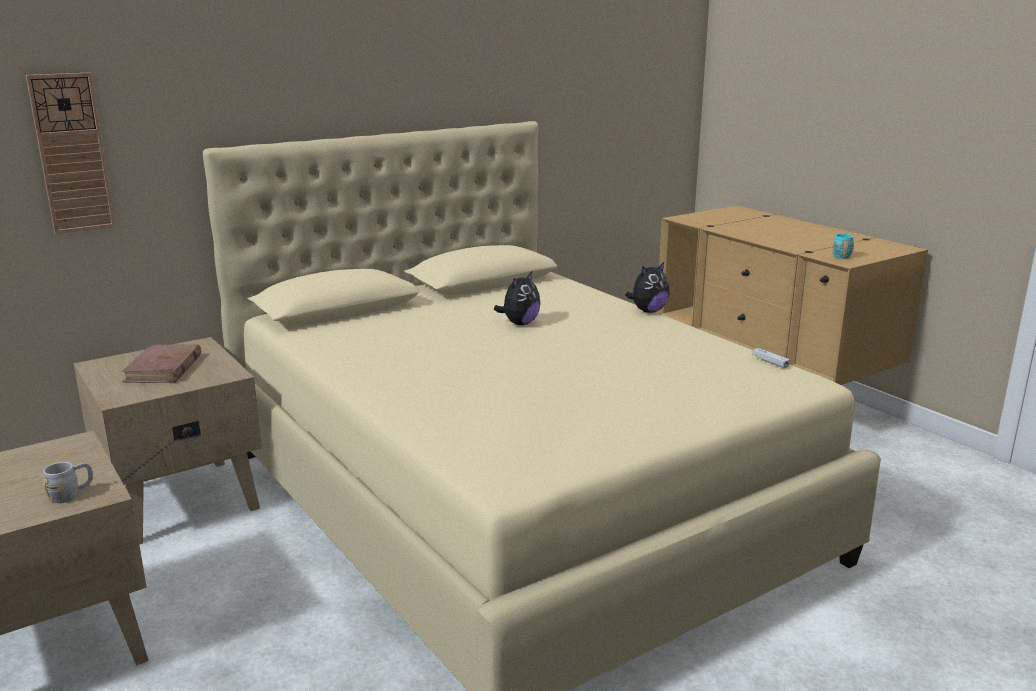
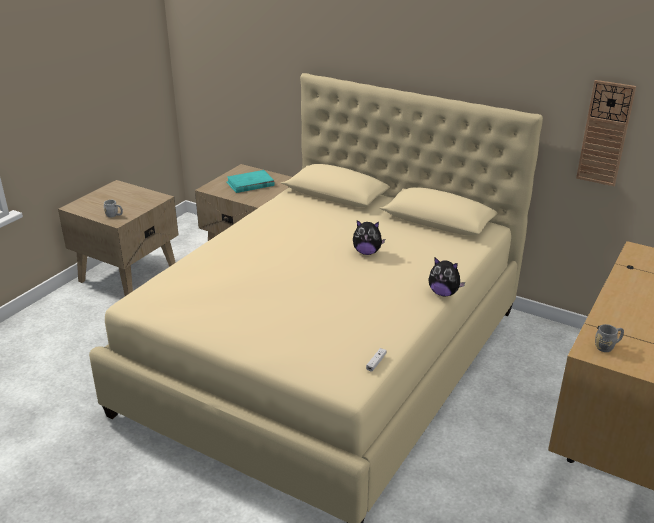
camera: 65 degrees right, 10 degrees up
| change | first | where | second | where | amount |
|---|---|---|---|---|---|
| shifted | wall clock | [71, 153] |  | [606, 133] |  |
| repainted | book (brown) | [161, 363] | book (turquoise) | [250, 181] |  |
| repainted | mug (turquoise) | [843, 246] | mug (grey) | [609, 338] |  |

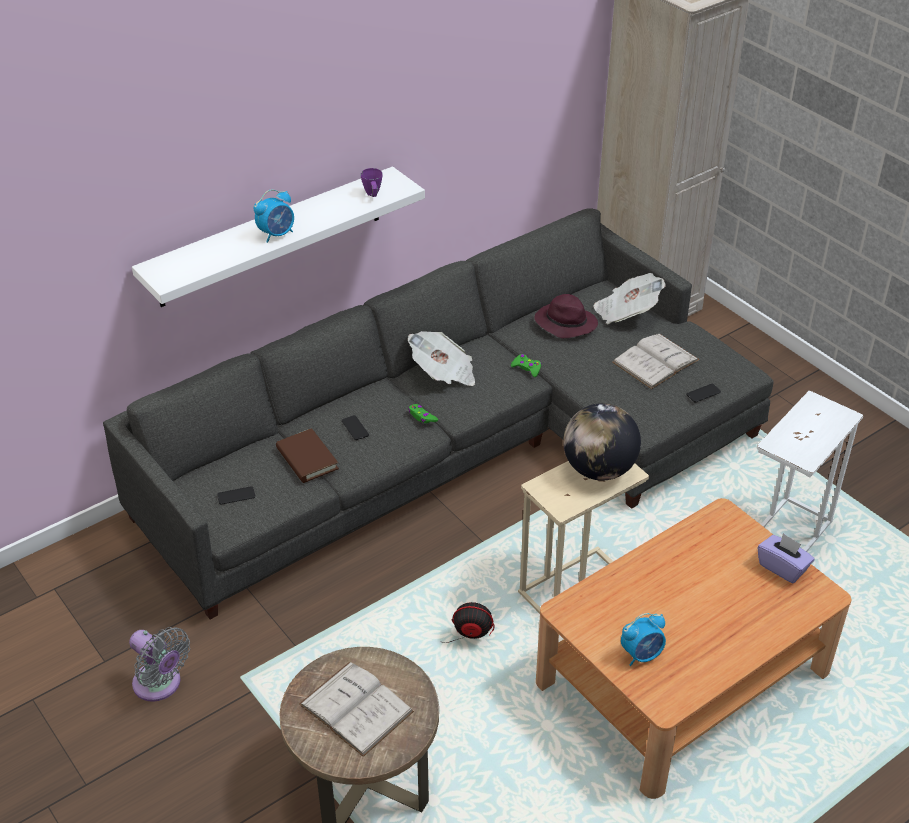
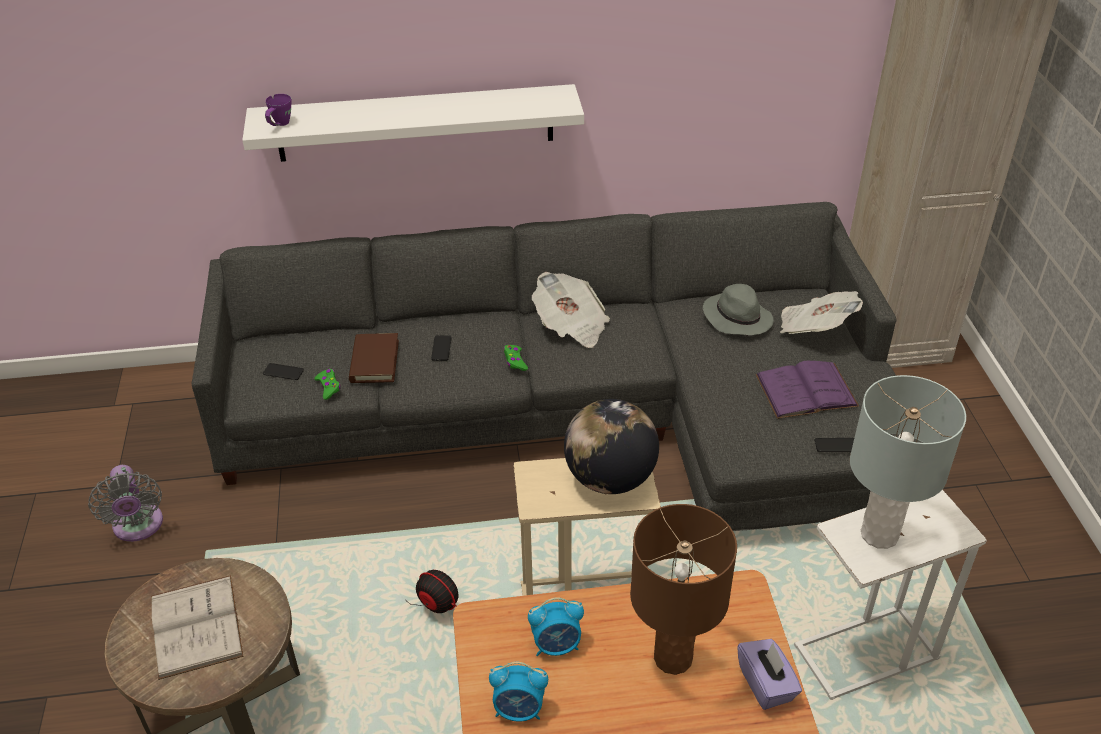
camera: 30 degrees right, 0 degrees up
| change | first | where | second | where | amount |
|---|---|---|---|---|---|
| new |  |  | table lamp (brown) | [683, 589] |  |
| new |  |  | table lamp (grey) | [908, 462] |  |
| shifted | alarm clock | [274, 216] |  | [556, 626] |  |
| shifted | mug (purple) | [371, 182] |  | [278, 110] |  |
| shifted | game controller (green) | [526, 365] |  | [327, 384] |  |
| repainted | hat (purple) | [566, 316] | hat (grey) | [738, 309] |  |
| repainted | book (white) | [656, 361] | book (purple) | [807, 390] |  |

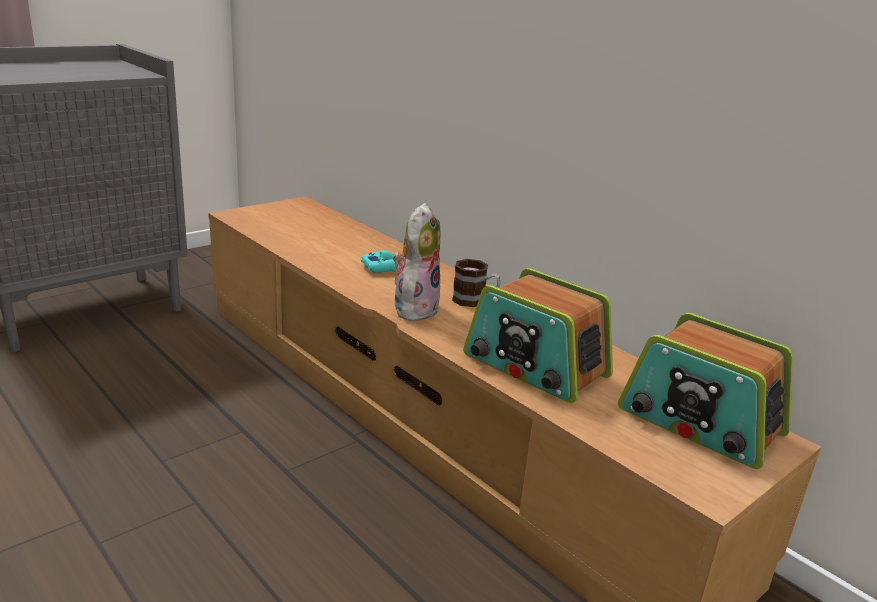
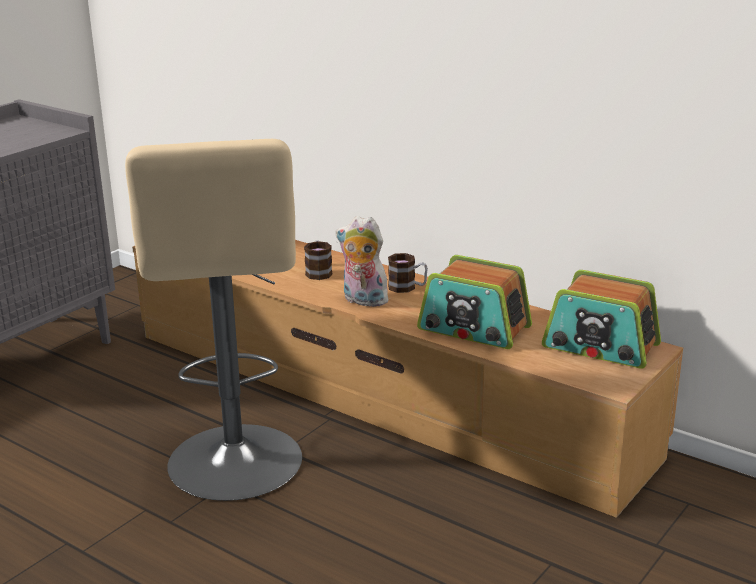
camera: 10 degrees left, 0 degrees up
| change | first | where | second | where | amount |
|---|---|---|---|---|---|
| new |  |  | stool (beige) | [213, 320] |  |
| swapped | game controller (turquoise) | [380, 261] | mug | [318, 260] |  |
| rotated | plush toy | [417, 262] |  | [364, 261] | 75 degrees counterclockwise |

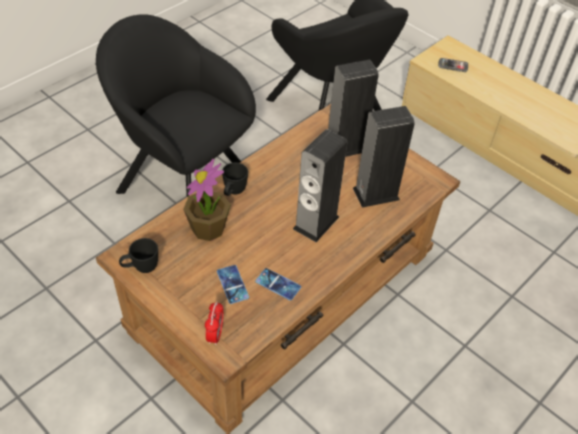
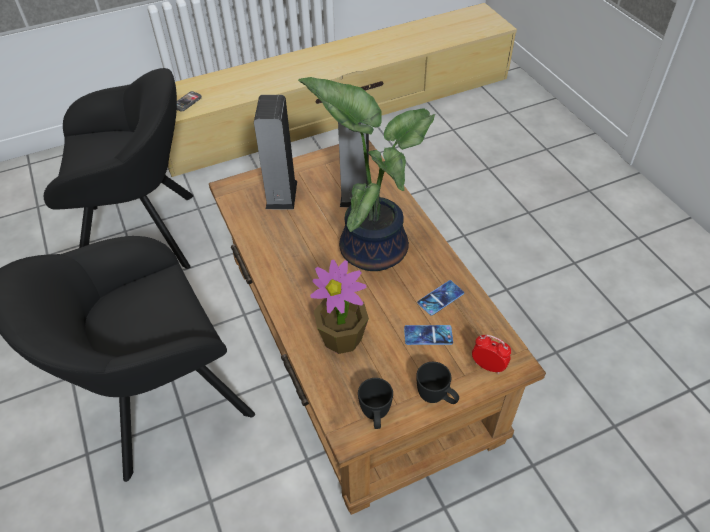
camera: 65 degrees left, 0 degrees up
| change | first | where | second | where | amount |
|---|---|---|---|---|---|
| shifted | mug (black) | [235, 179] |  | [437, 383] |  |
| swapped | speaker | [320, 185] | potted plant | [366, 174] |  |

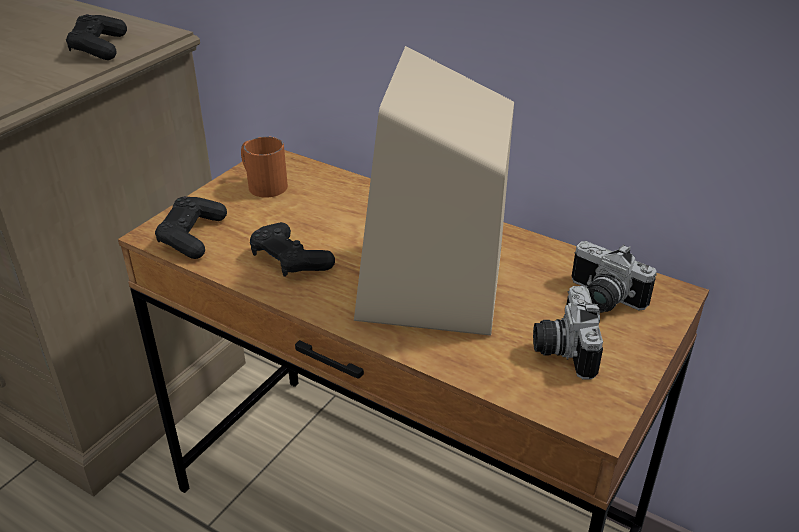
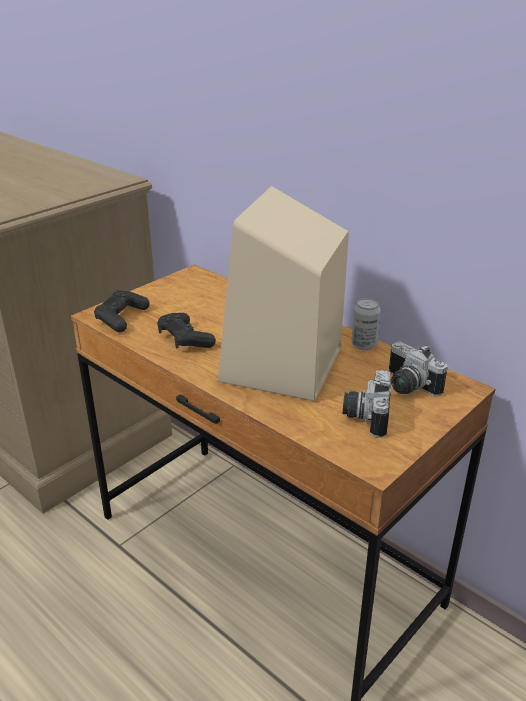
camera: 10 degrees right, 5 degrees down
| change | first | where | second | where | amount |
|---|---|---|---|---|---|
| gone | game controller (black) | [96, 37] |  |  |  |
| gone | mug (orange) | [264, 167] |  |  |  |
| new |  |  | can | [366, 324] |  |

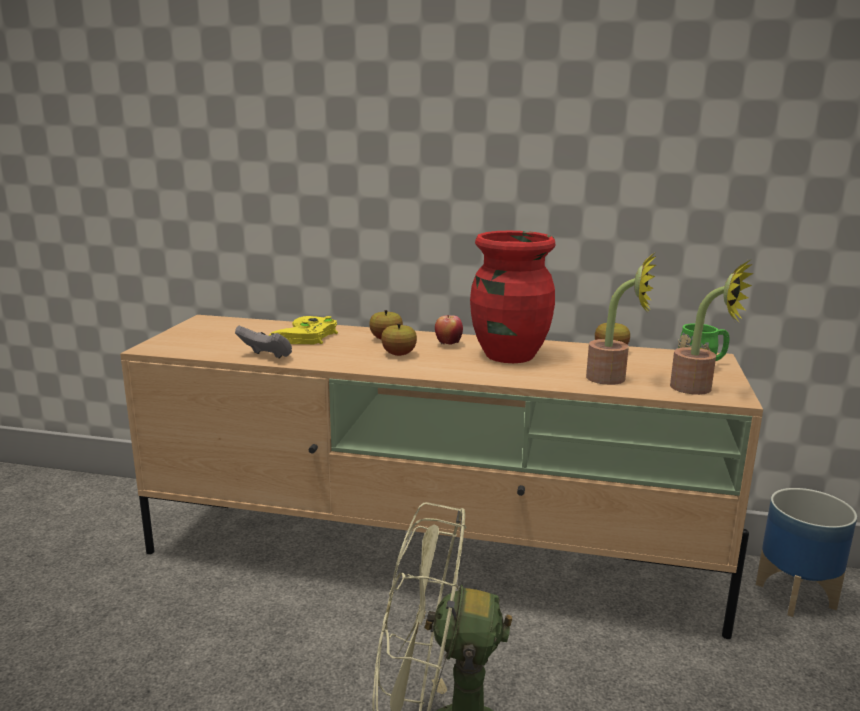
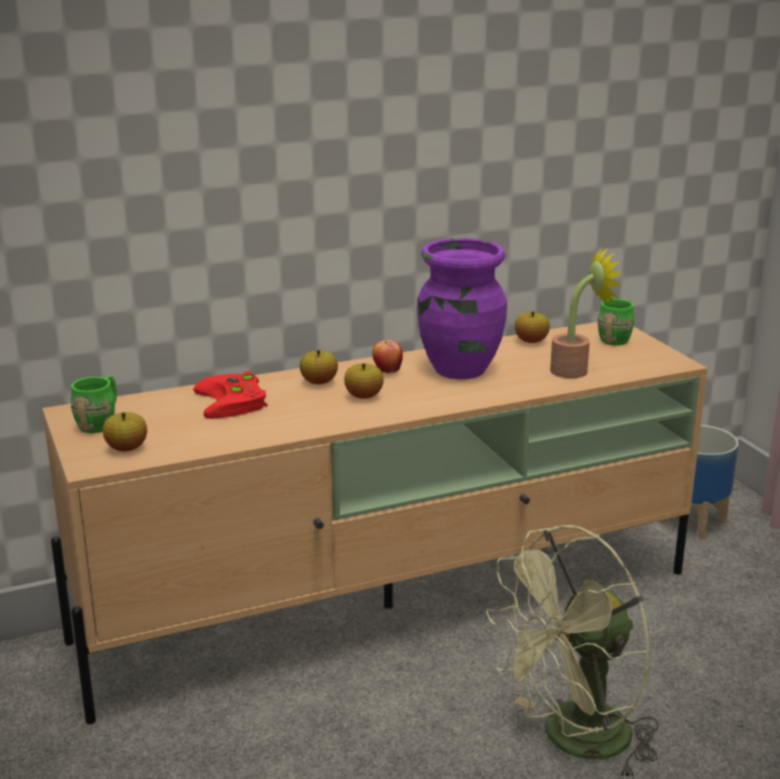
camera: 35 degrees left, 5 degrees up
| change | first | where | second | where | amount |
|---|---|---|---|---|---|
| gone | game controller (grey) | [263, 342] |  |  |  |
| gone | potted plant | [712, 327] |  |  |  |
| new |  |  | mug (green) | [93, 404] |  |
| new |  |  | apple | [125, 431] |  |
| repainted | game controller (yellow) | [303, 330] | game controller (red) | [230, 395] |  |
| repainted | vase (red) | [512, 297] | vase (purple) | [462, 308] |  |

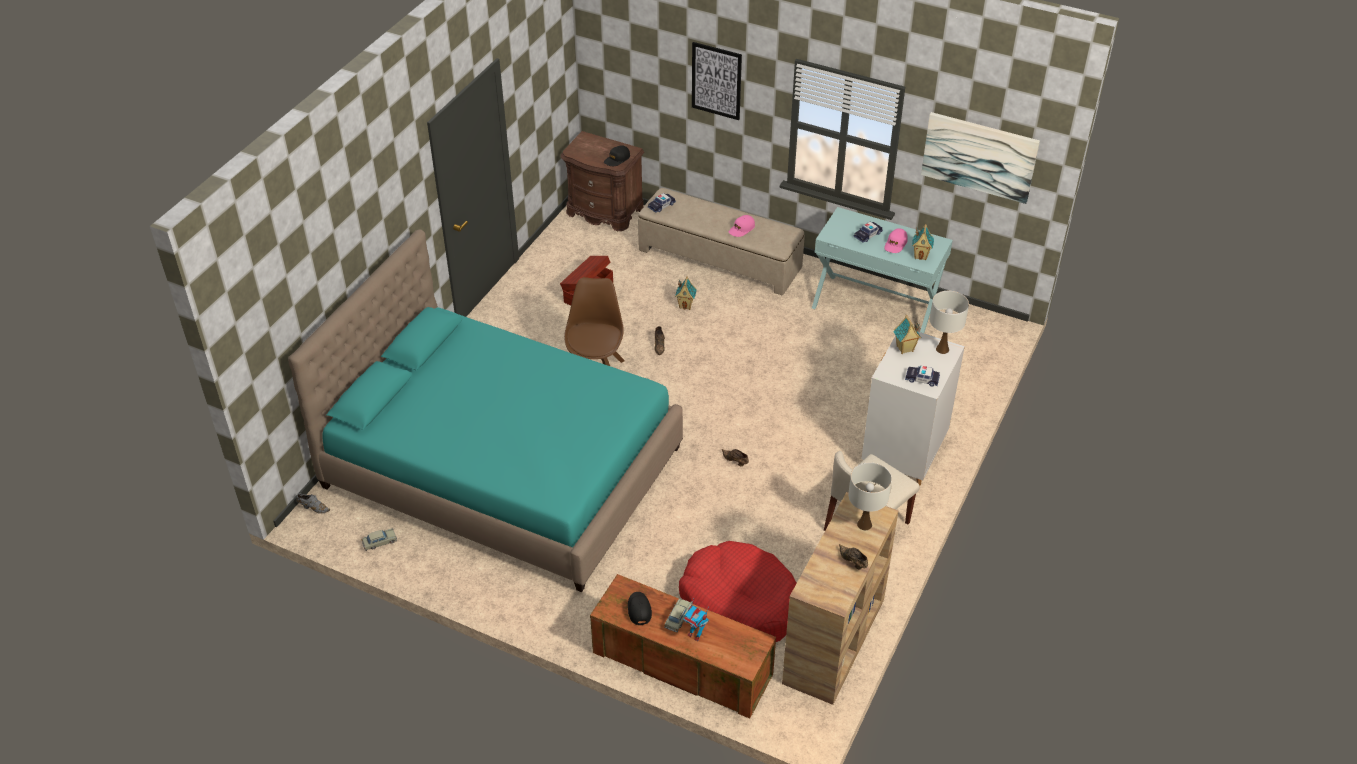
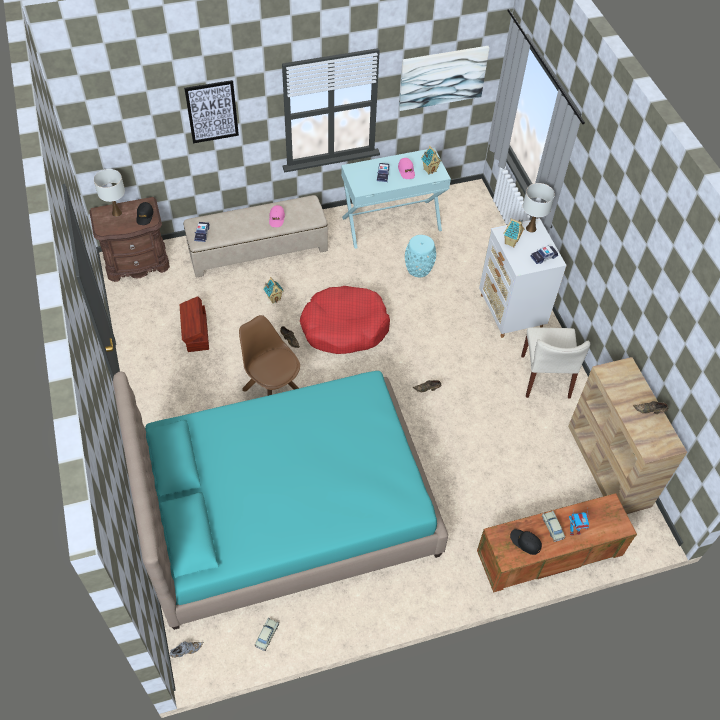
camera: 45 degrees left, 10 degrees up
| change | first | where | second | where | amount |
|---|---|---|---|---|---|
| new |  |  | stool (turquoise) | [420, 256] |  |
| shifted | dog bed (red) | [738, 591] |  | [345, 320] |  |
| shifted | table lamp (white) | [870, 496] |  | [109, 193] |  |

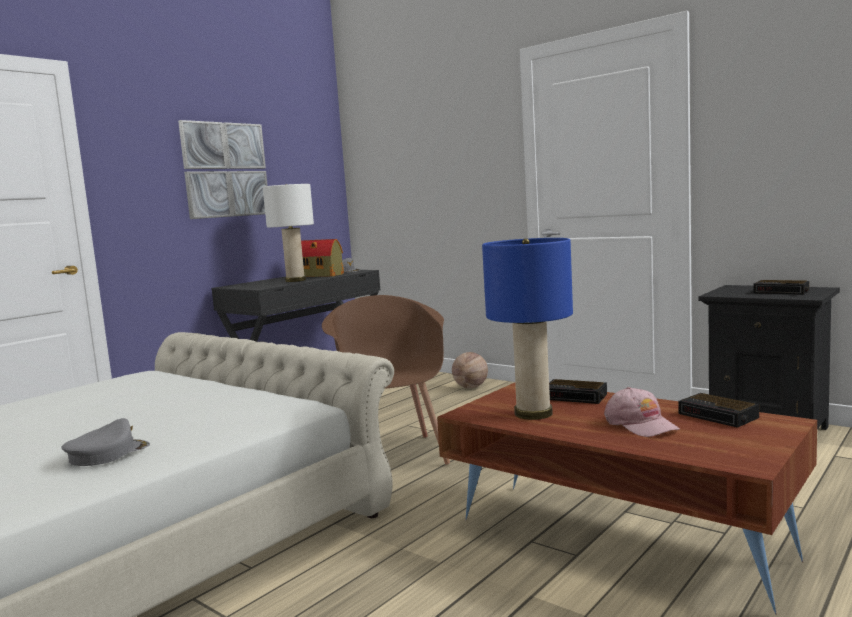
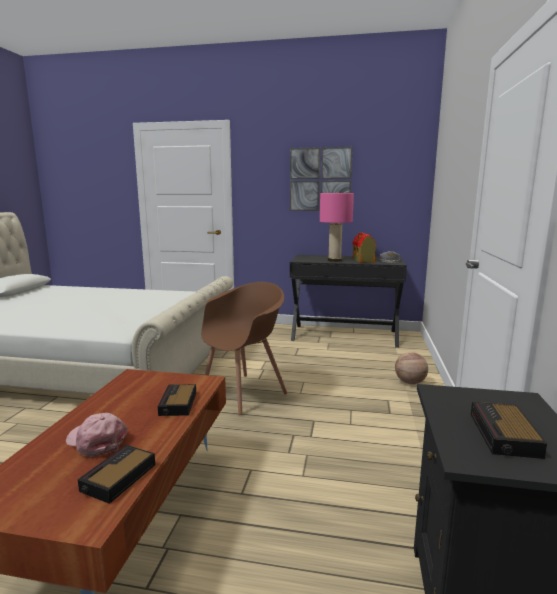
camera: 60 degrees right, 5 degrees up
| change | first | where | second | where | amount |
|---|---|---|---|---|---|
| gone | cap (grey) | [105, 442] |  |  |  |
| gone | table lamp (blue) | [527, 329] |  |  |  |
| repainted | table lamp (white) | [288, 233] | table lamp (pink) | [337, 227] |  |
| rotated | cap (pink) | [642, 412] |  | [97, 435] | 90 degrees clockwise |

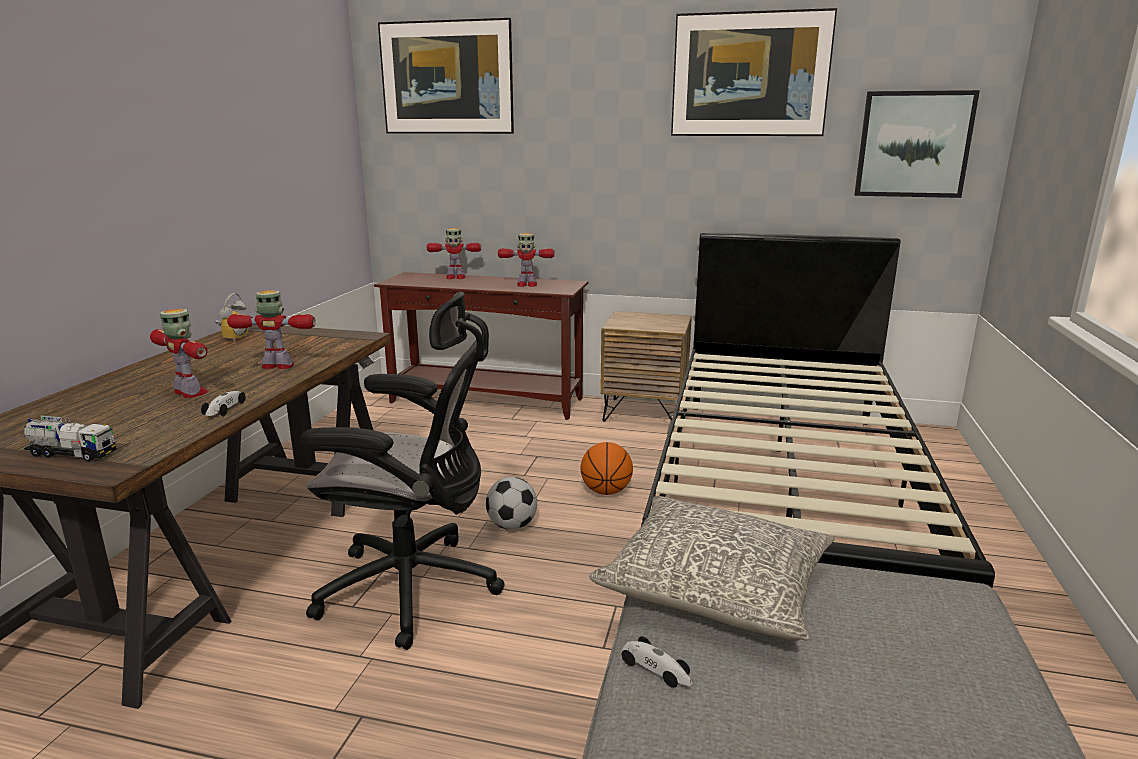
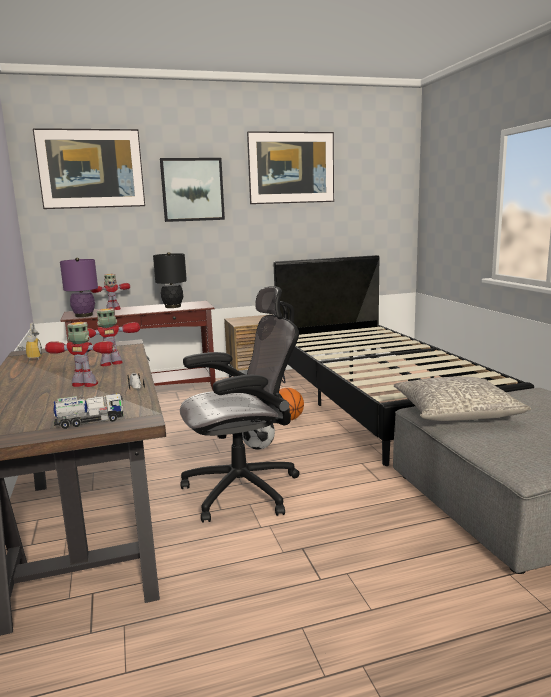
camera: 30 degrees left, 5 degrees down
| change | first | where | second | where | amount |
|---|---|---|---|---|---|
| gone | toy car | [657, 662] |  |  |  |
| new |  |  | table lamp (purple) | [79, 287] |  |
| shifted | picture | [917, 144] |  | [192, 190] |  |
| swapped | toy robot | [526, 260] | table lamp (black) | [170, 280] |  |

